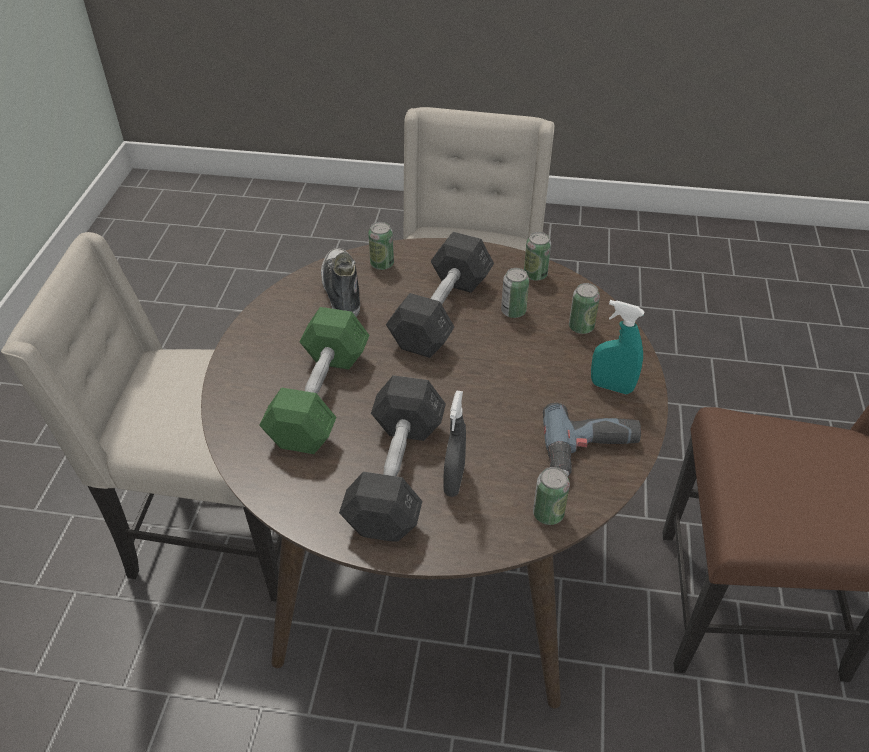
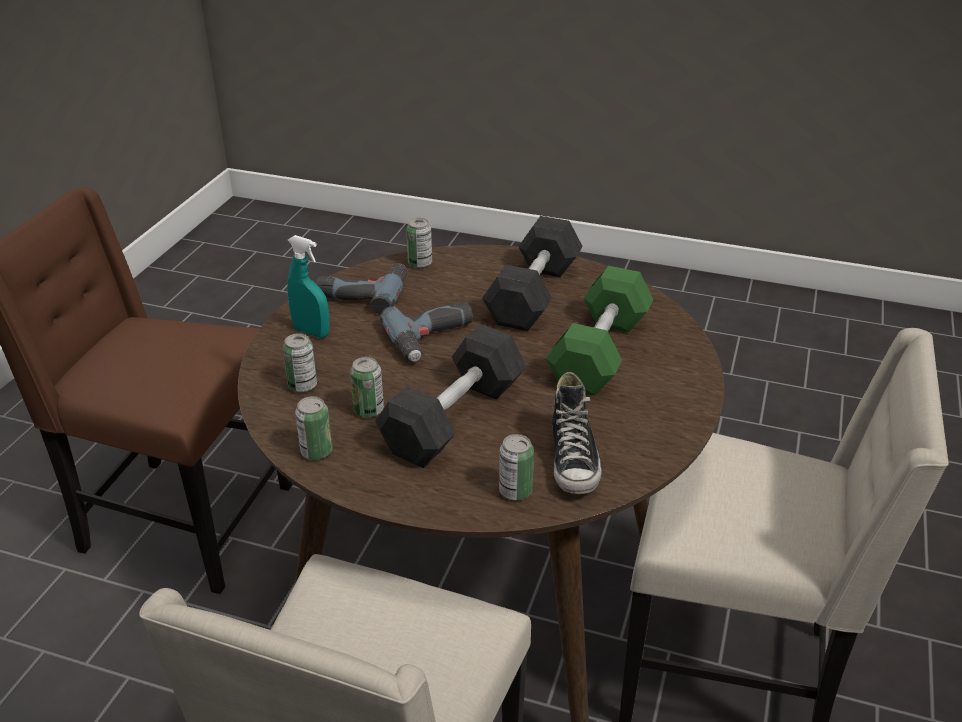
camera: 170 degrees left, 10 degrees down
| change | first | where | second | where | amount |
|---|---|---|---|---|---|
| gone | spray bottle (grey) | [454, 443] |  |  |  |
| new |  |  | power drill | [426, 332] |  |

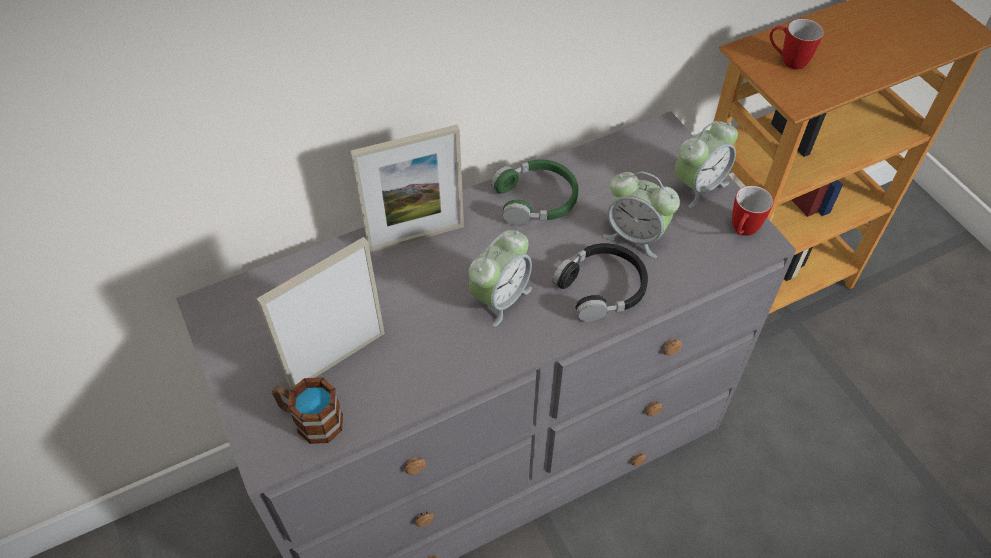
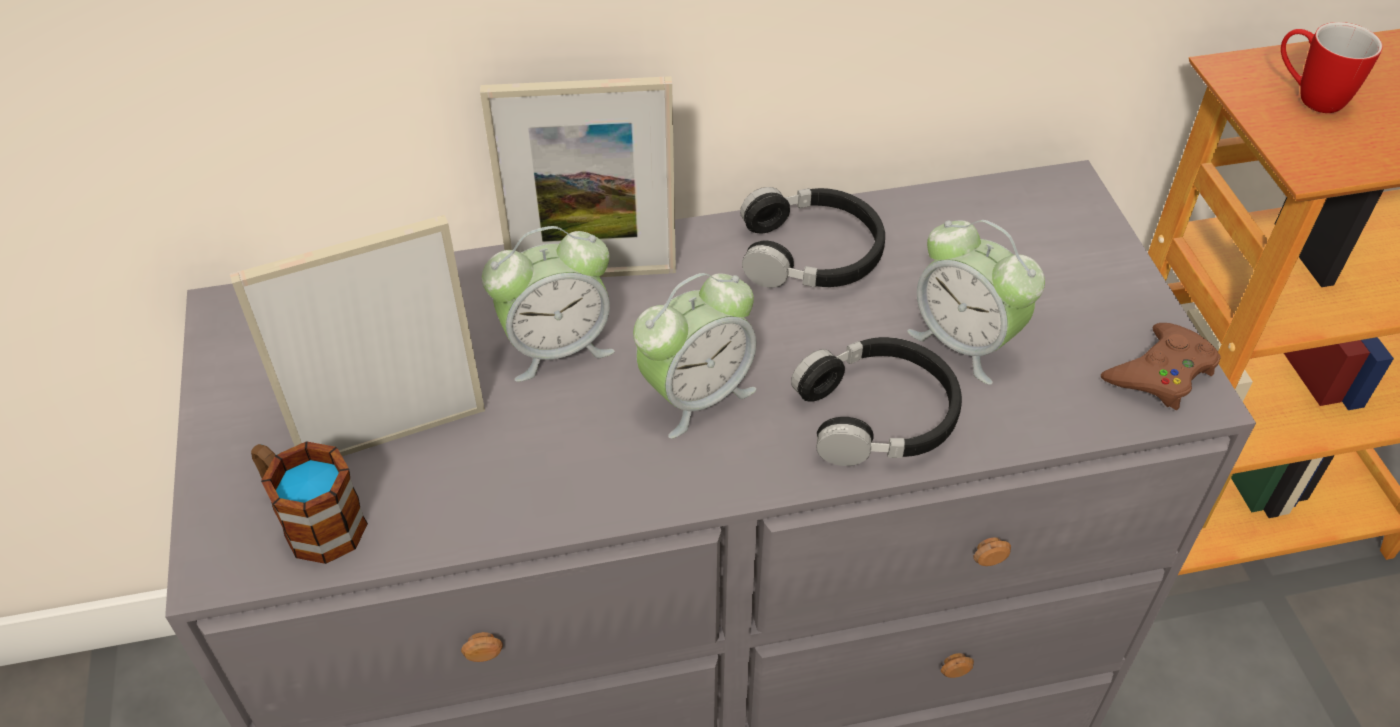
camera: 15 degrees right, 5 degrees down
| change | first | where | second | where | amount |
|---|---|---|---|---|---|
| shifted | alarm clock | [706, 164] |  | [548, 304] |  |
| swapped | mug | [752, 211] | game controller (brown) | [1161, 366] |  |
| repainted | headphones (green) | [534, 192] | headphones (black) | [812, 237] |  |

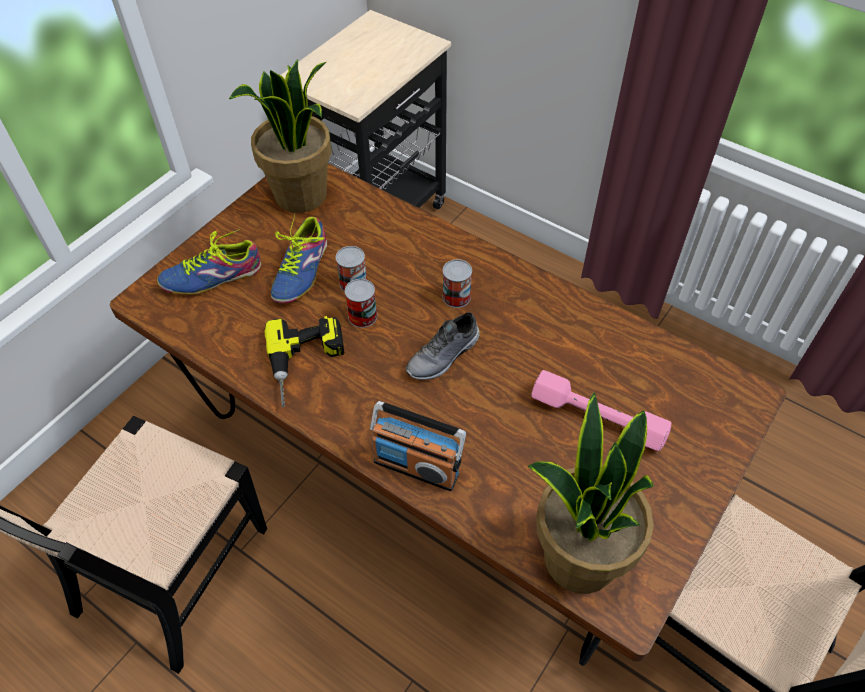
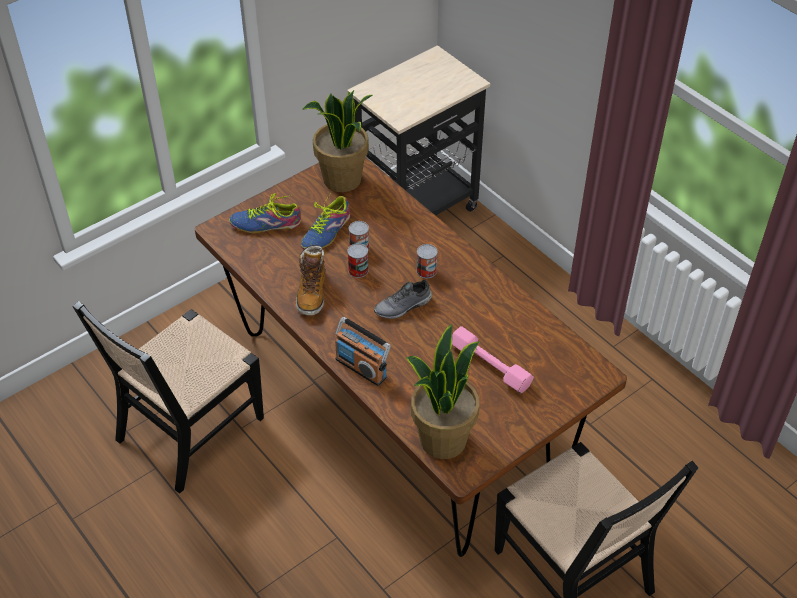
camera: 15 degrees right, 5 degrees down
| change | first | where | second | where | amount |
|---|---|---|---|---|---|
| swapped | power drill | [304, 361] | boot | [311, 280] |  |

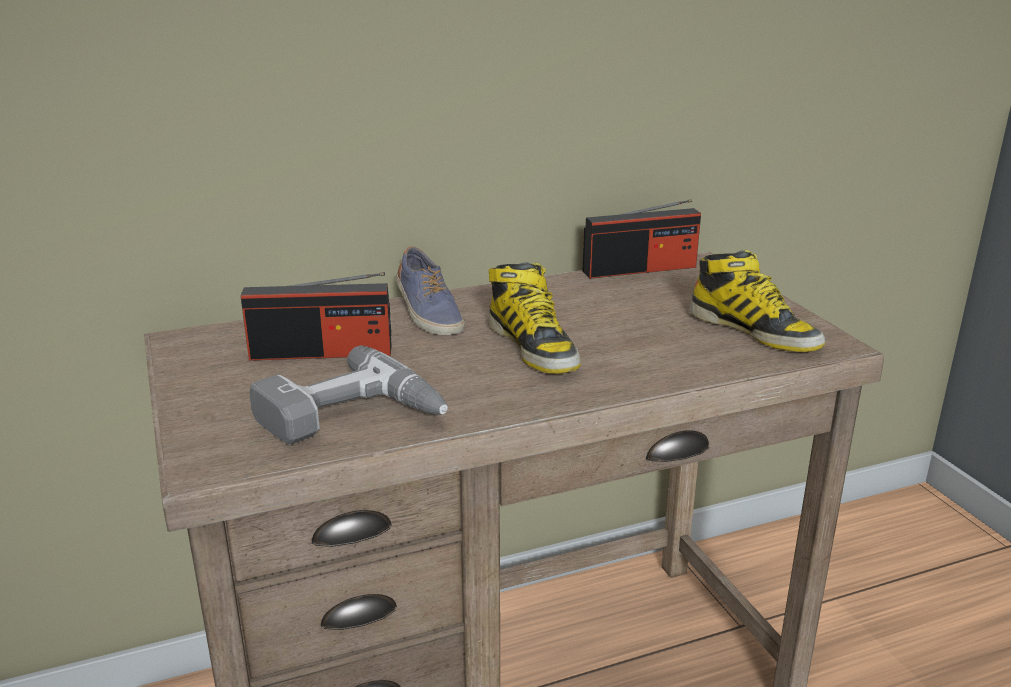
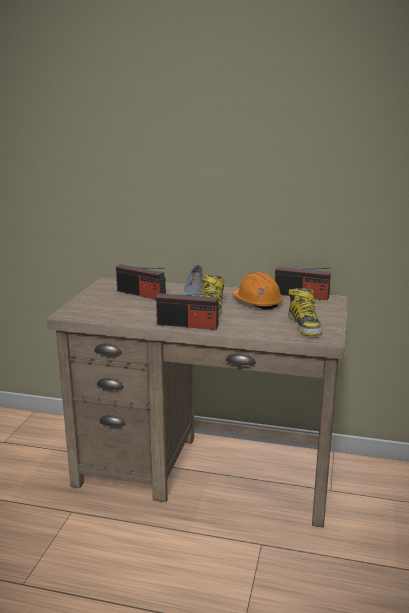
camera: 35 degrees right, 5 degrees down
| change | first | where | second | where | amount |
|---|---|---|---|---|---|
| gone | power drill | [348, 395] |  |  |  |
| new |  |  | radio | [187, 311] |  |
| new |  |  | hard hat (orange) | [257, 291] |  |

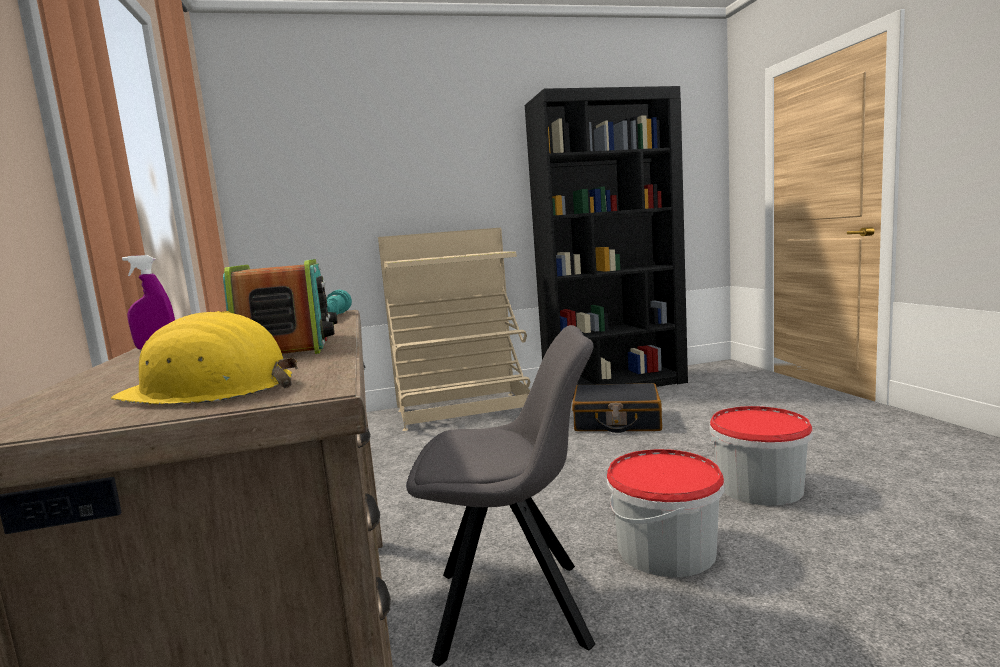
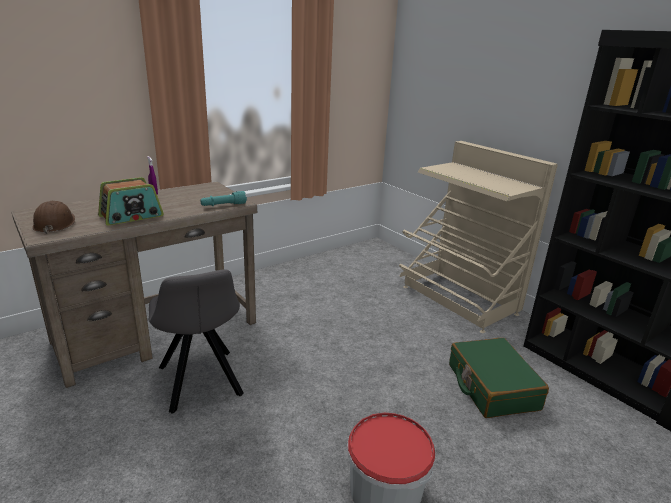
camera: 65 degrees right, 15 degrees up
| change | first | where | second | where | amount |
|---|---|---|---|---|---|
| gone | bucket | [666, 513] |  |  |  |
| repainted | hard hat (yellow) | [204, 358] | hard hat (brown) | [53, 217] |  |
| repainted | suitcase (black) | [617, 408] | suitcase (green) | [499, 378] |  |

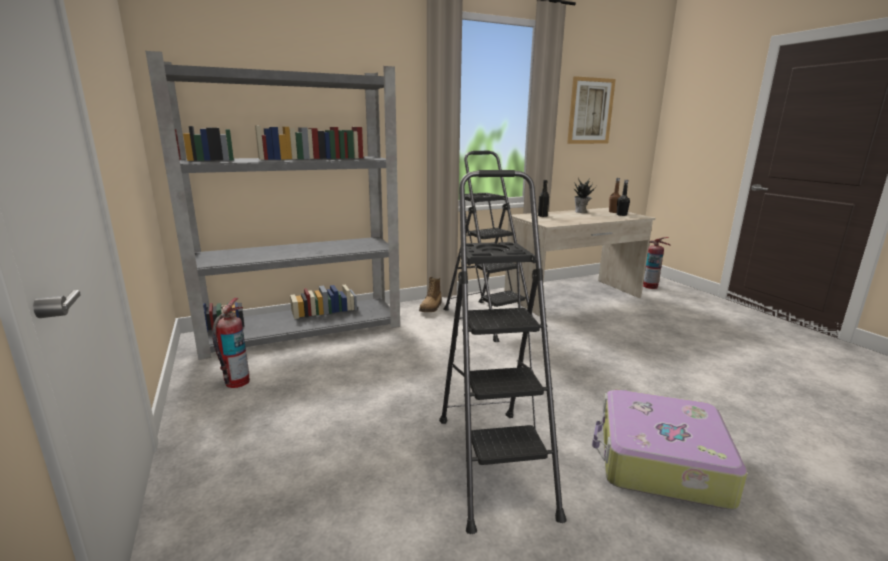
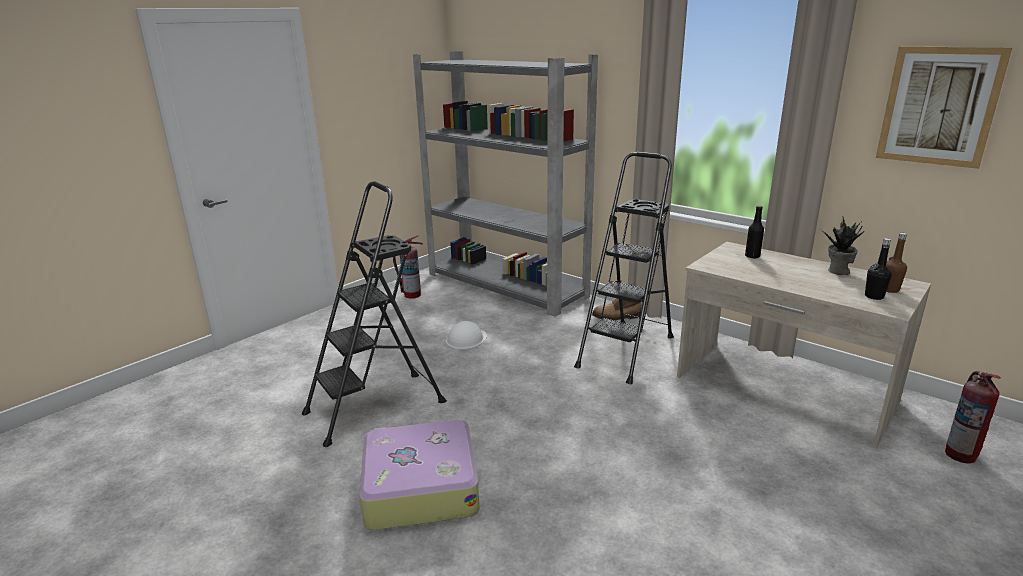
camera: 65 degrees right, 5 degrees up
| change | first | where | second | where | amount |
|---|---|---|---|---|---|
| new |  |  | hard hat (white) | [466, 335] |  |

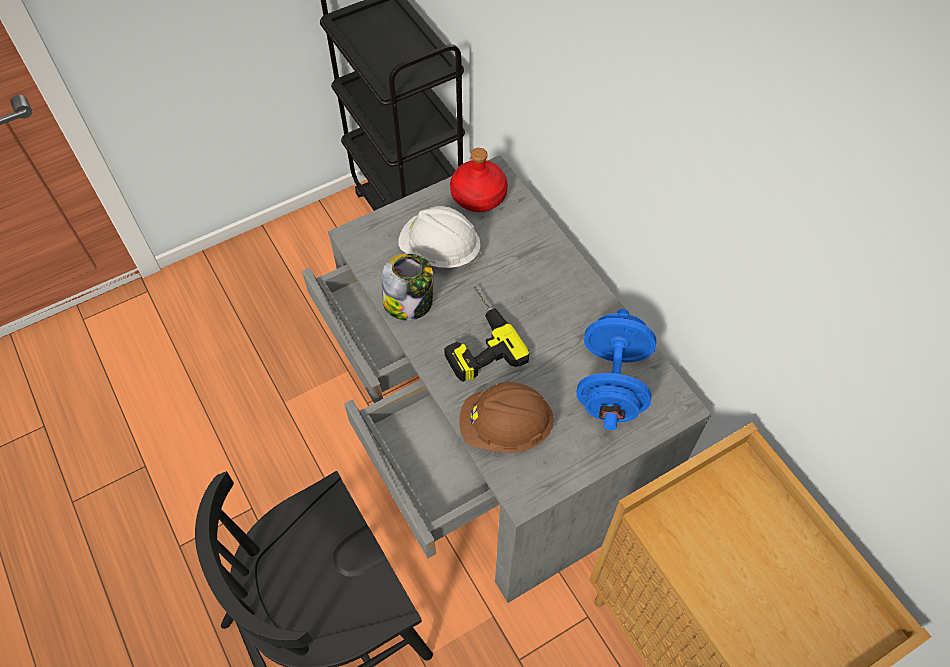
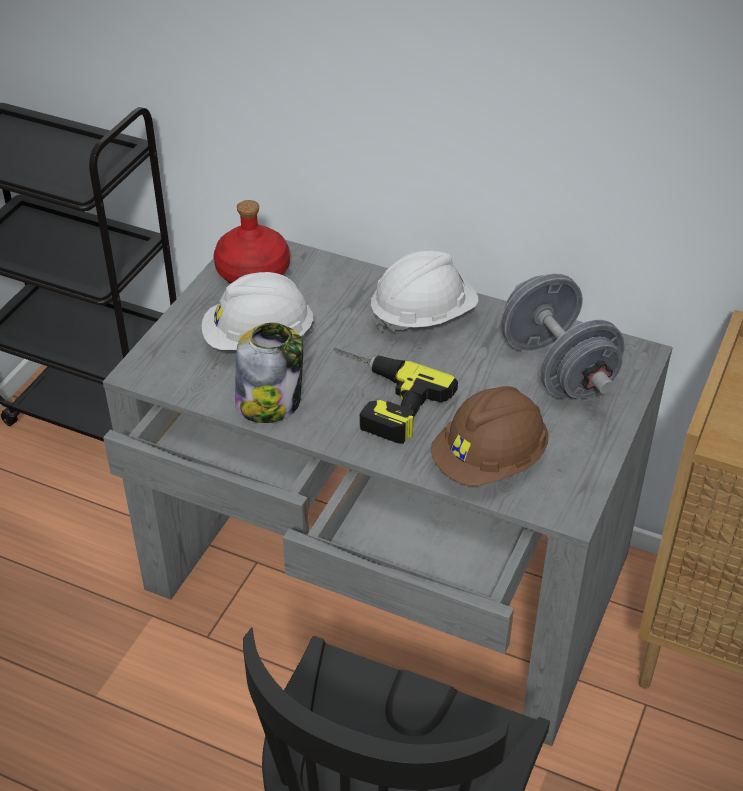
camera: 35 degrees left, 15 degrees down
| change | first | where | second | where | amount |
|---|---|---|---|---|---|
| new |  |  | hard hat (white) | [425, 291] |  |
| repainted | dumbbell (blue) | [616, 369] | dumbbell (grey) | [563, 336] |  |

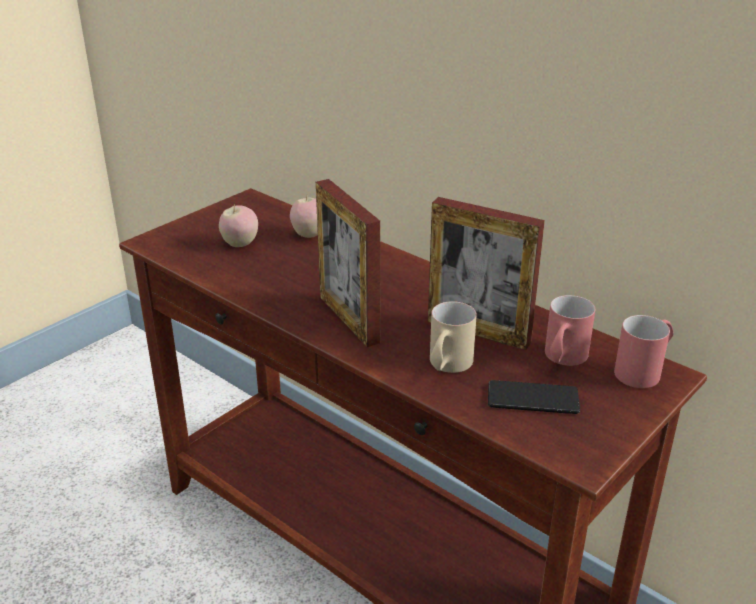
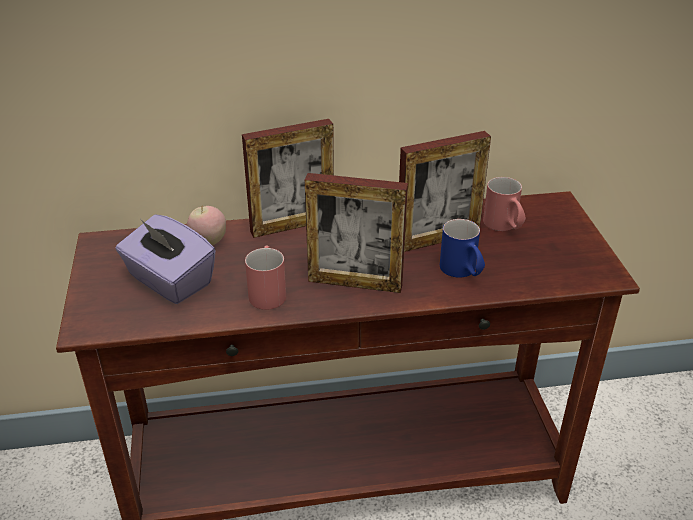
camera: 50 degrees left, 5 degrees up
| change | first | where | second | where | amount |
|---|---|---|---|---|---|
| gone | phone | [534, 397] |  |  |  |
| new |  |  | picture frame | [288, 178] |  |
| shifted | mug (red) | [644, 351] |  | [265, 278] |  |
| swapped | apple | [238, 226] | tissue box (purple) | [166, 259] |  |
| repainted | mug (beige) | [453, 337] | mug (blue) | [462, 248] |  |

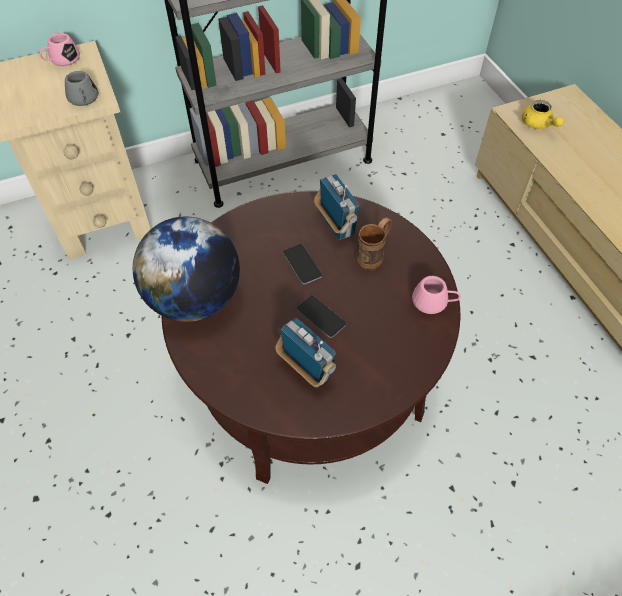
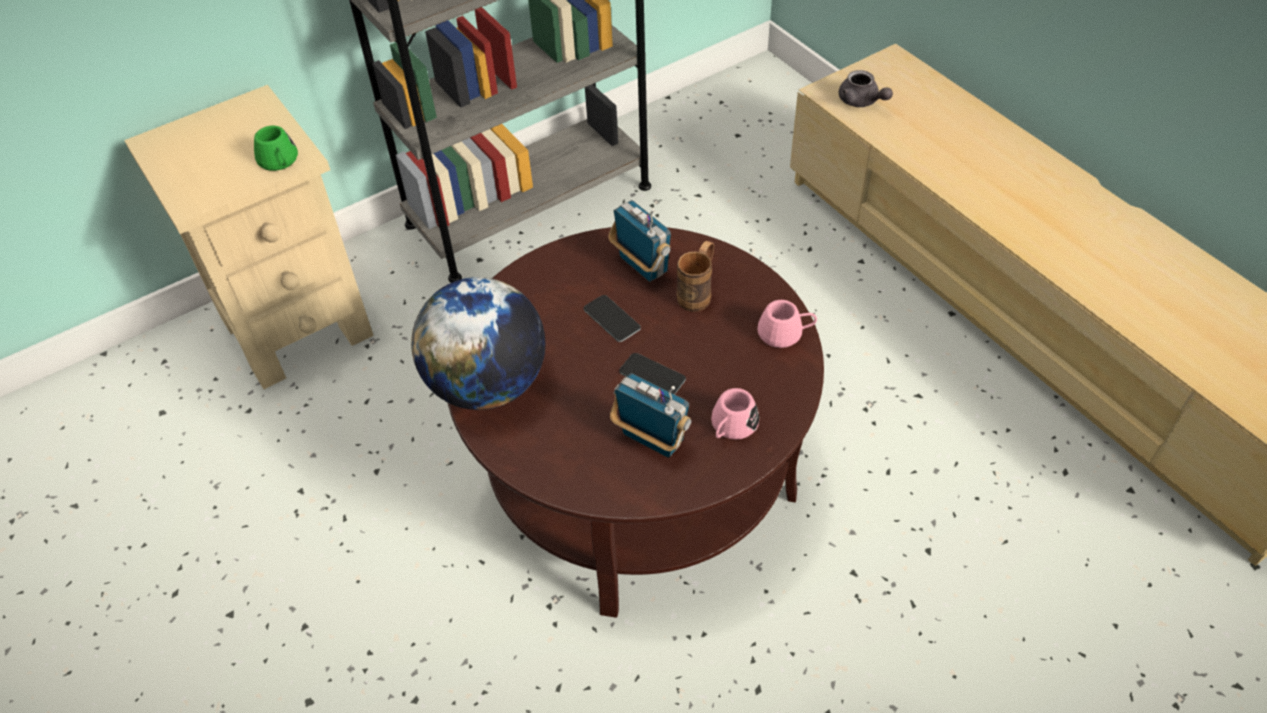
camera: 10 degrees left, 5 degrees down
| change | first | where | second | where | amount |
|---|---|---|---|---|---|
| shifted | mug (pink) | [60, 49] |  | [735, 414] |  |
| repainted | mug (grey) | [82, 88] | mug (green) | [276, 148] |  |
| repainted | teapot (yellow) | [543, 114] | teapot (grey) | [866, 88] |  |

